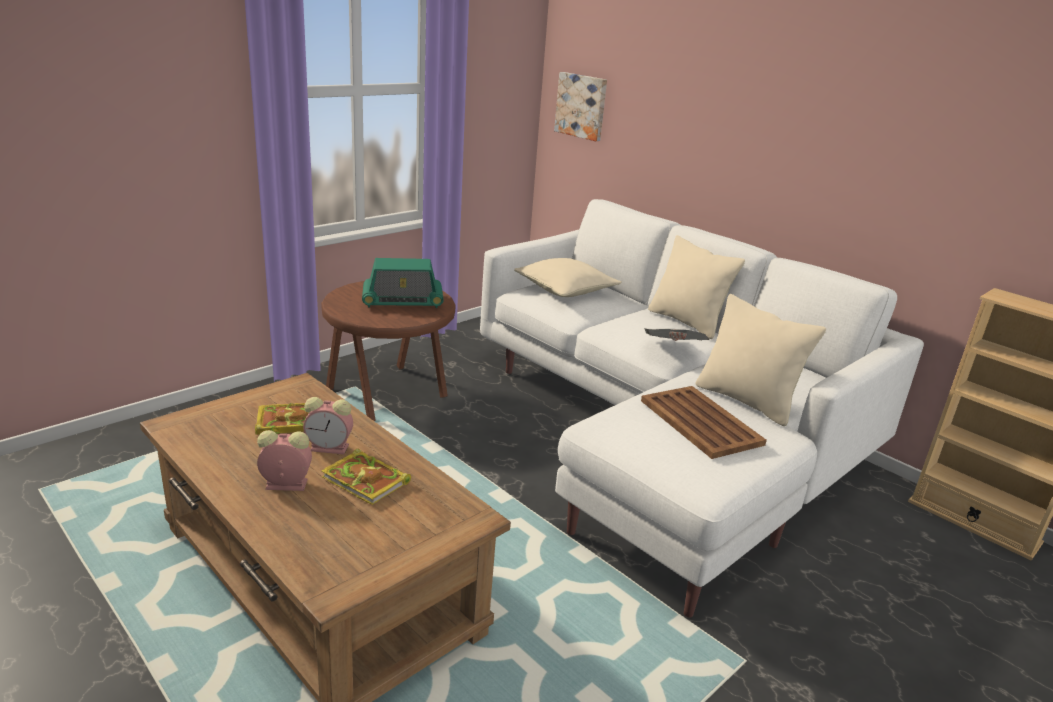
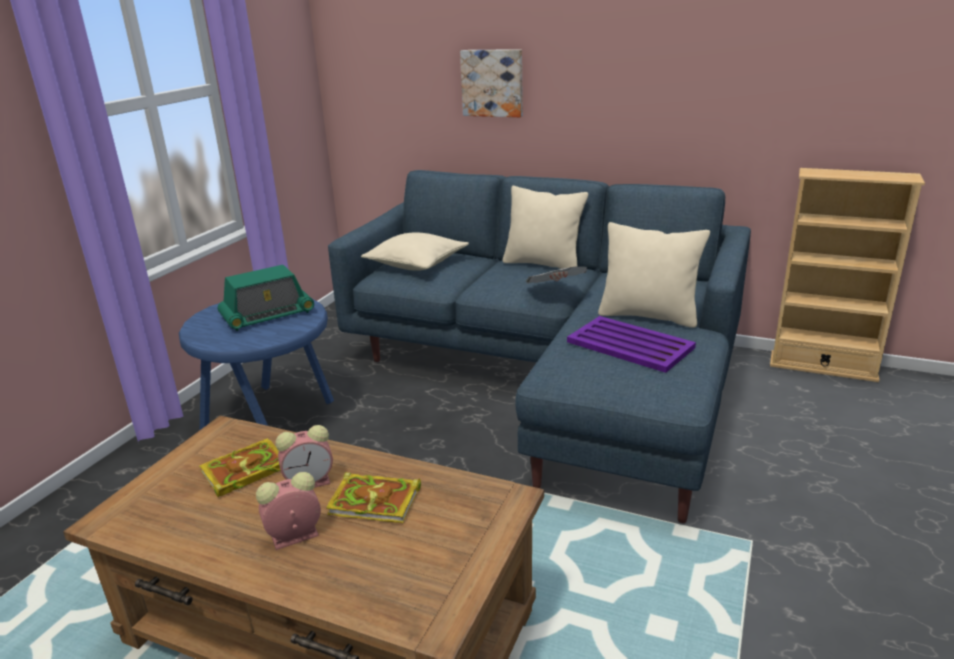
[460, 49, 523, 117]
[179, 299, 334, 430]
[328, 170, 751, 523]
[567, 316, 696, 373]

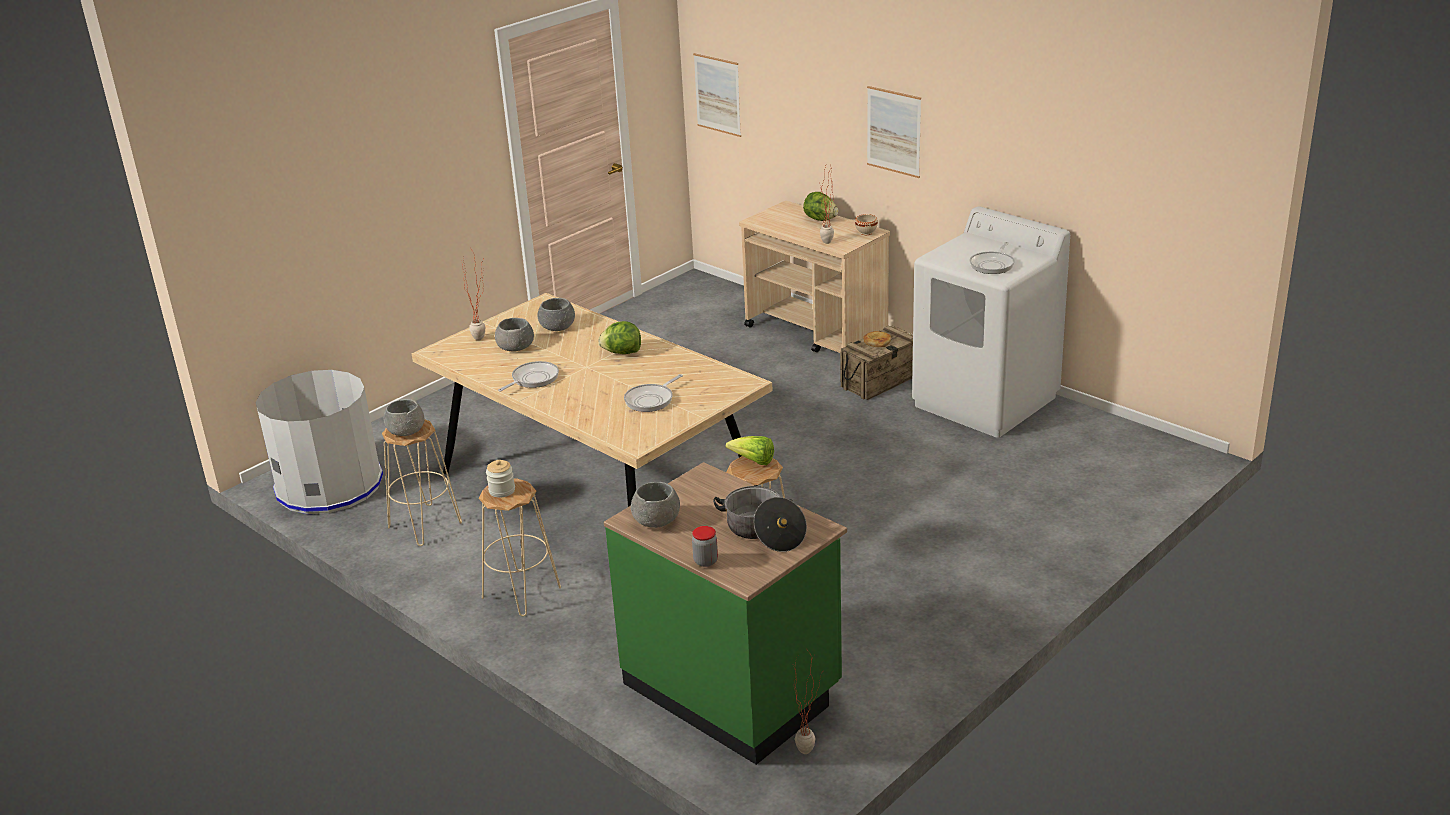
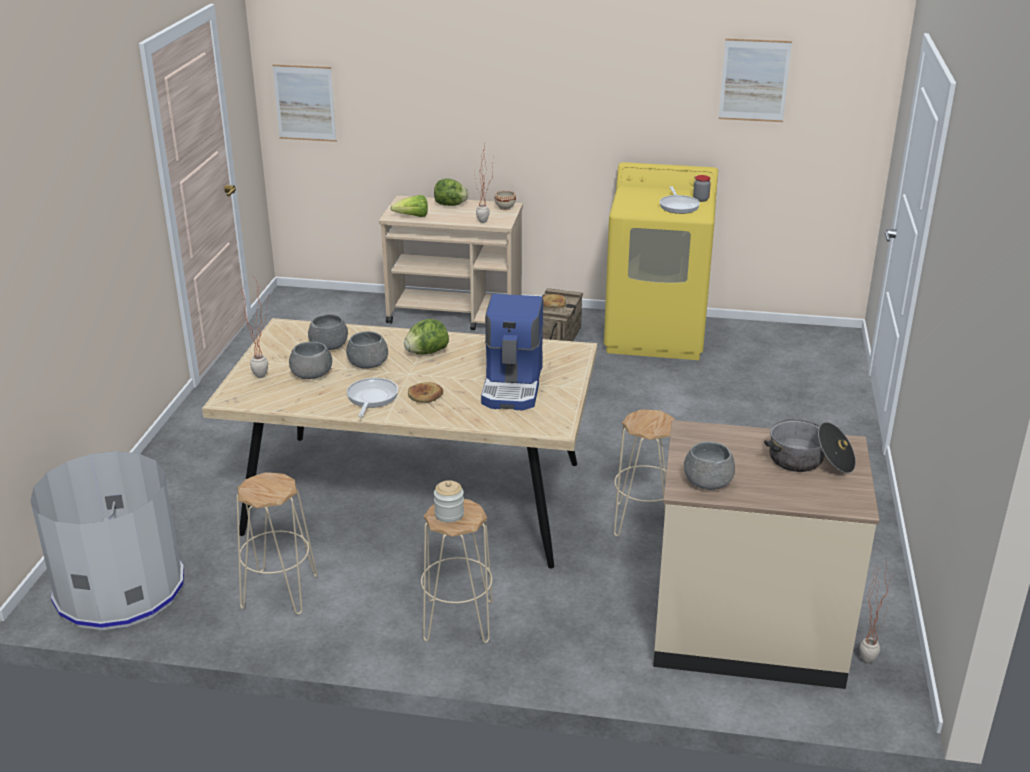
[408, 382, 443, 403]
[346, 331, 388, 369]
[693, 175, 711, 202]
[390, 195, 428, 217]
[719, 38, 792, 122]
[481, 294, 544, 411]
[653, 420, 879, 689]
[604, 162, 718, 360]

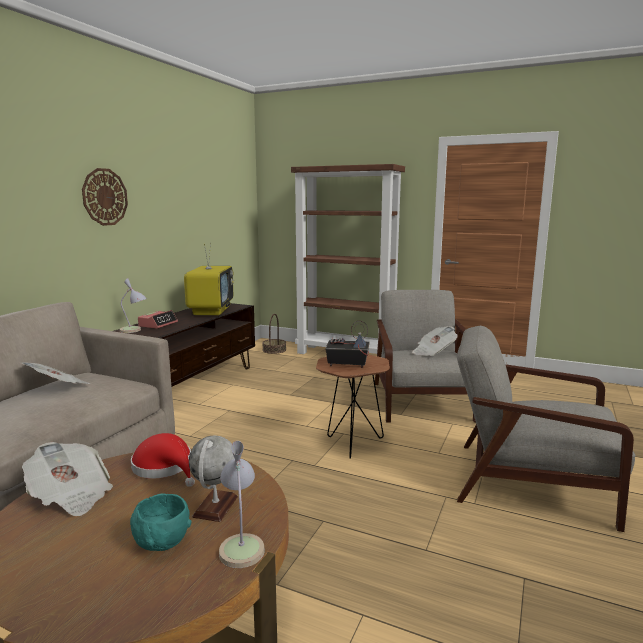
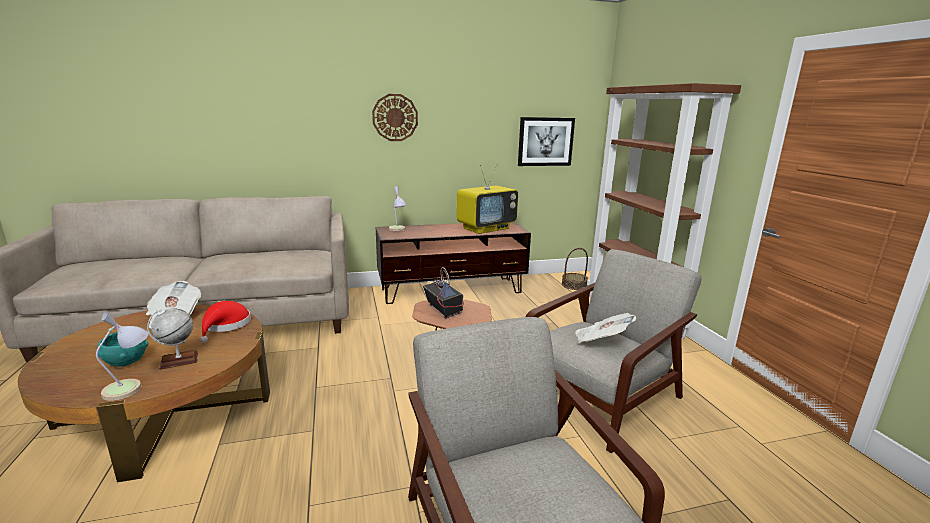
[21, 363, 91, 384] (first image)
[138, 310, 178, 329] (first image)
[518, 117, 575, 166]

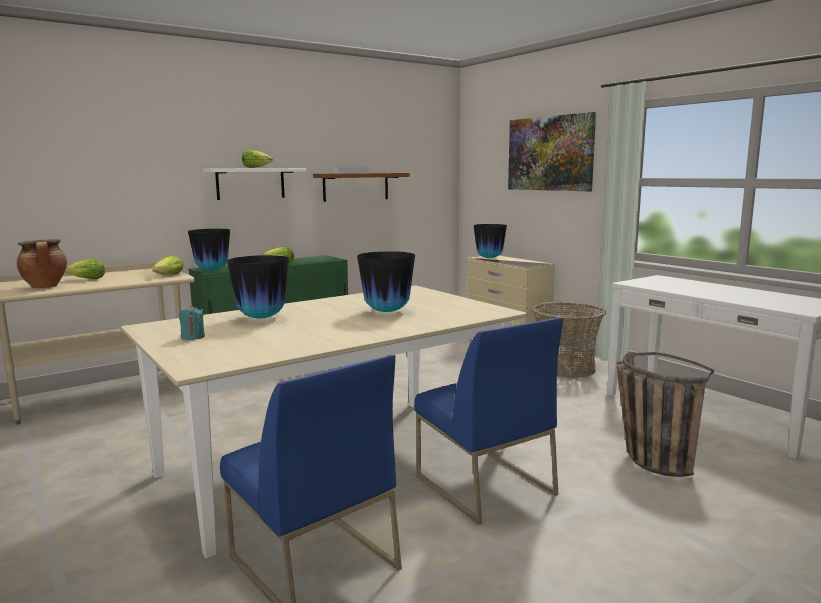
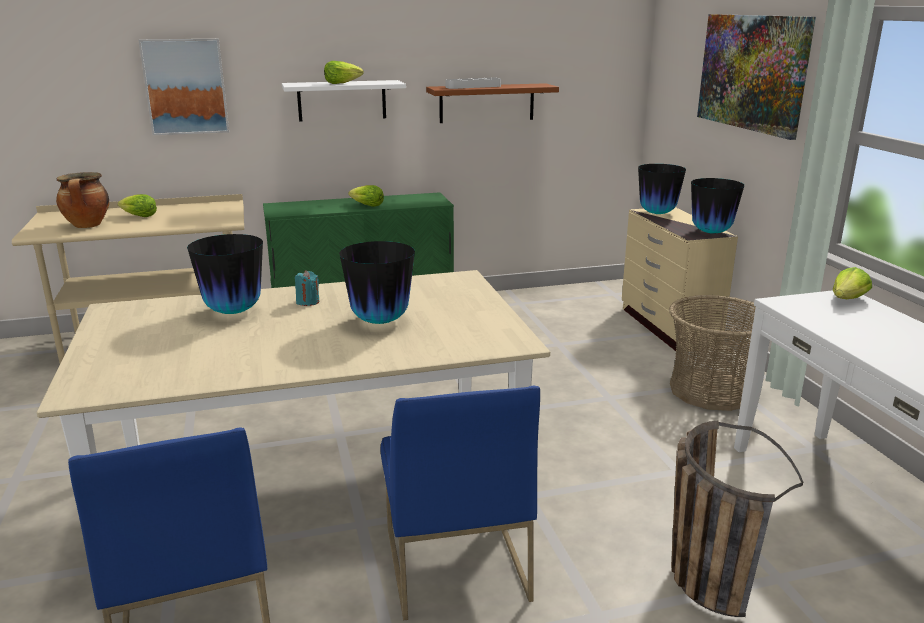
[138, 39, 229, 135]
[833, 267, 872, 299]
[295, 270, 319, 306]
[691, 178, 744, 233]

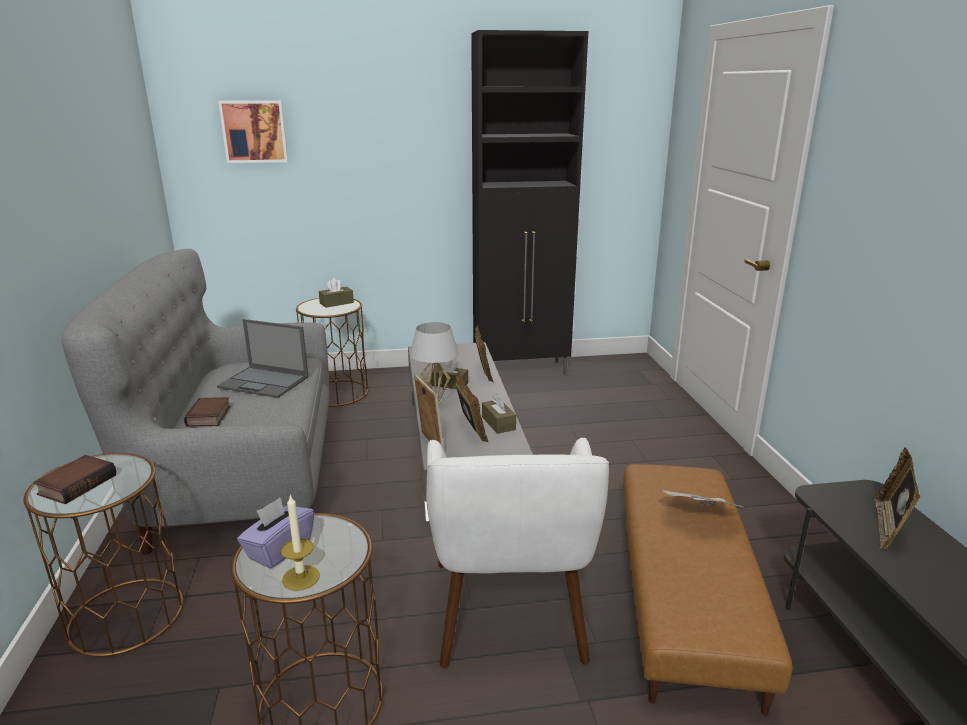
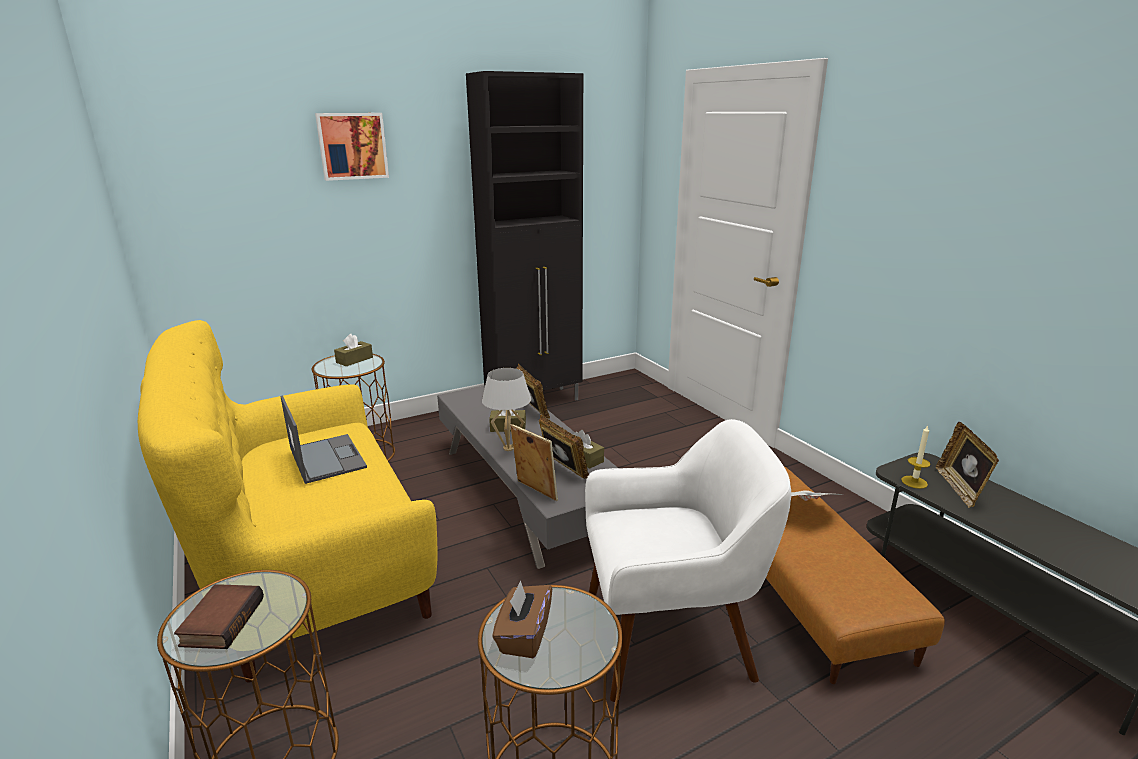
[184, 397, 231, 427] (first image)
[315, 113, 389, 181]
[901, 425, 931, 489]
[138, 320, 437, 683]
[492, 580, 552, 658]
[280, 396, 367, 484]
[585, 419, 791, 702]

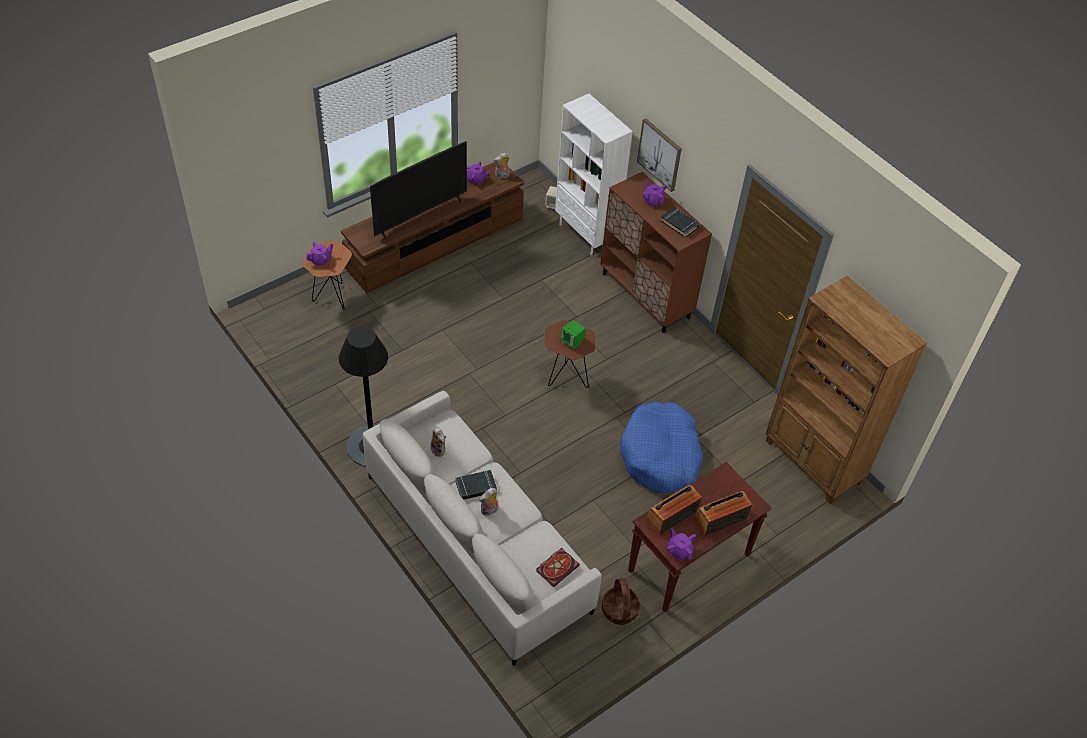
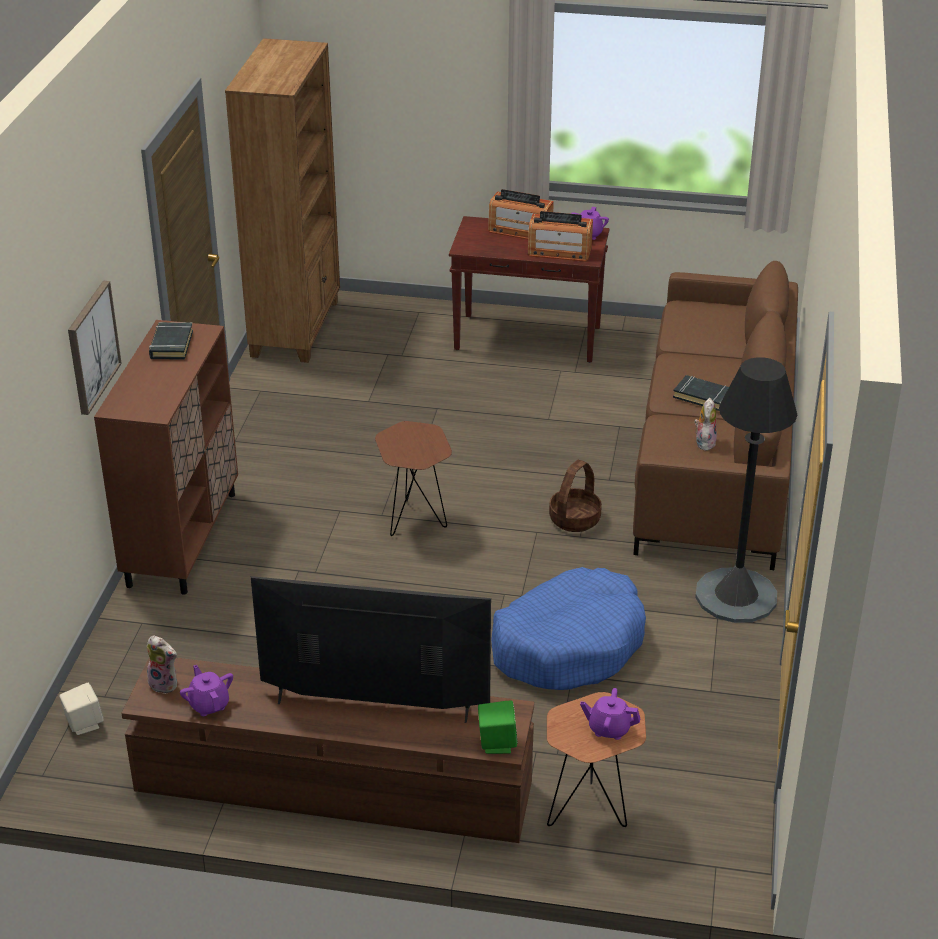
[479, 488, 498, 516] (first image)
[536, 548, 580, 587] (first image)
[555, 94, 633, 256] (first image)
[643, 181, 667, 207] (first image)
[478, 700, 518, 754]
[549, 460, 602, 532]
[491, 567, 646, 690]
[633, 261, 798, 570]

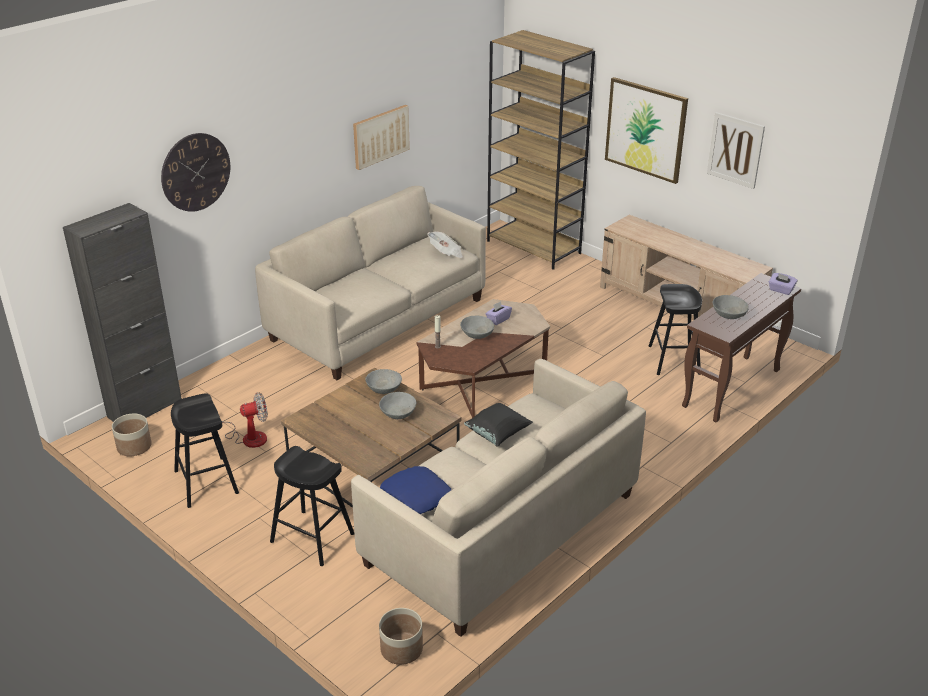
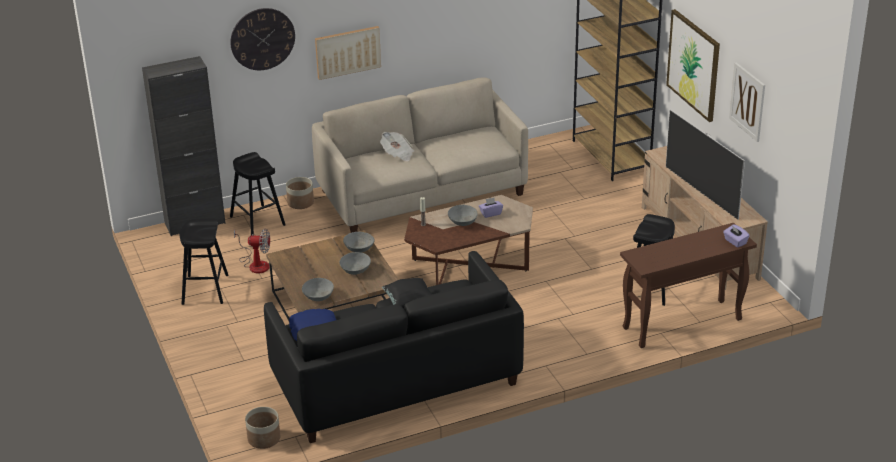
[666, 110, 745, 220]
[286, 177, 314, 209]
[230, 152, 286, 235]
[315, 26, 381, 80]
[380, 132, 415, 162]
[302, 278, 334, 301]
[264, 251, 524, 443]

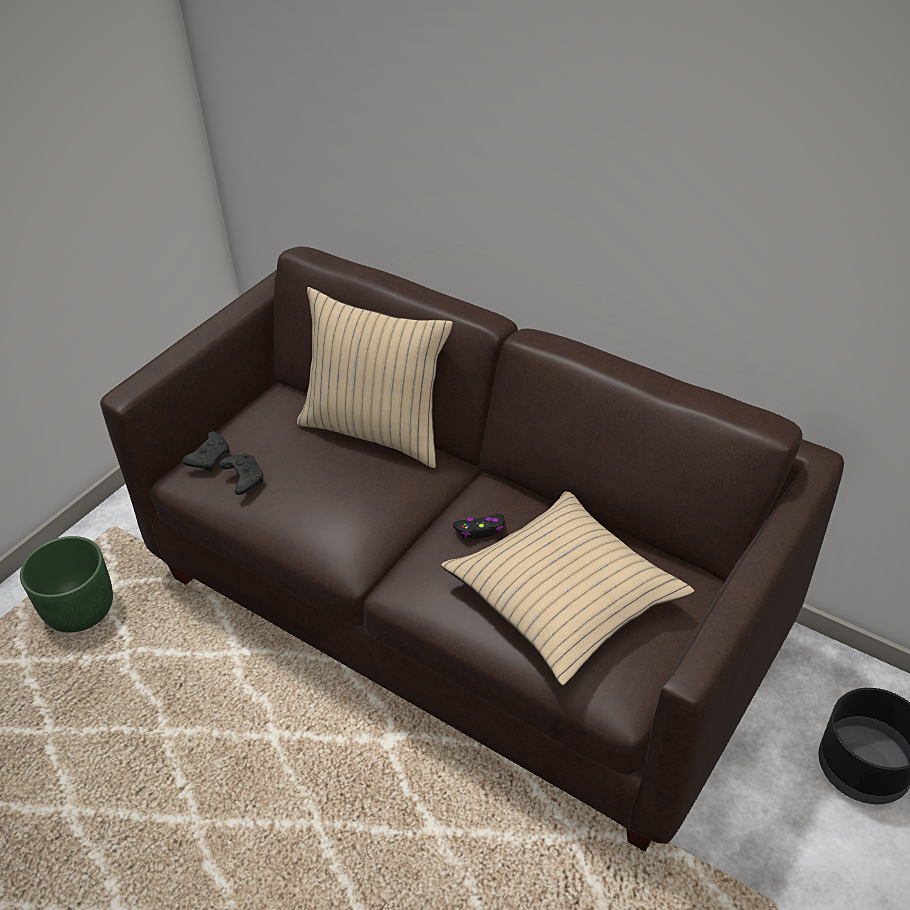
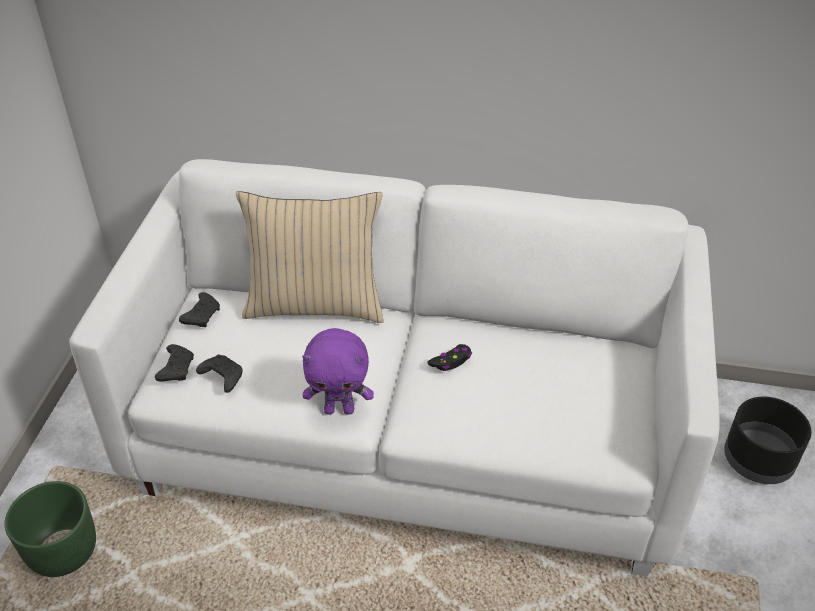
[441, 491, 694, 686] (first image)
[179, 292, 220, 327]
[302, 328, 374, 415]
[69, 159, 720, 577]

